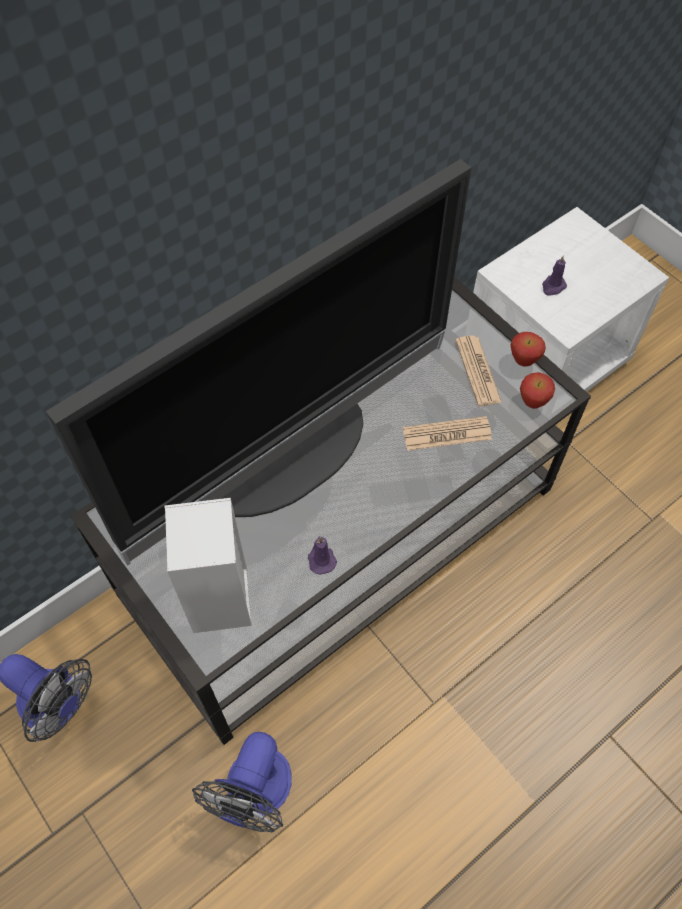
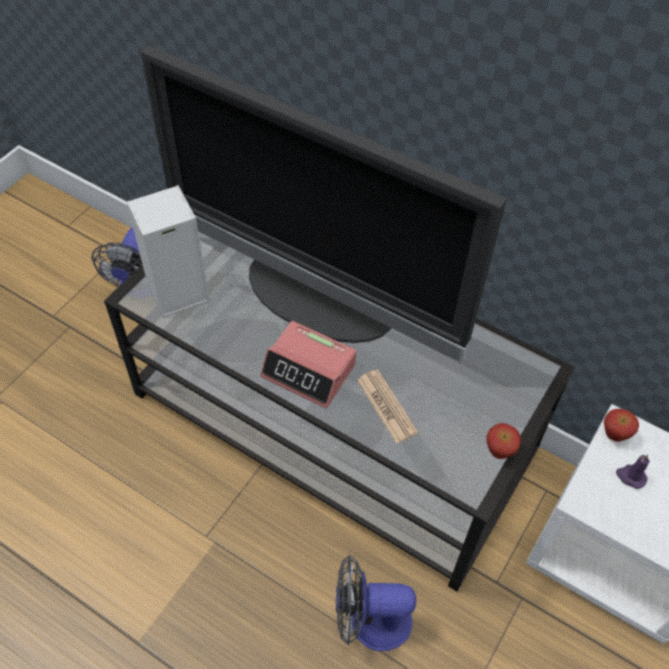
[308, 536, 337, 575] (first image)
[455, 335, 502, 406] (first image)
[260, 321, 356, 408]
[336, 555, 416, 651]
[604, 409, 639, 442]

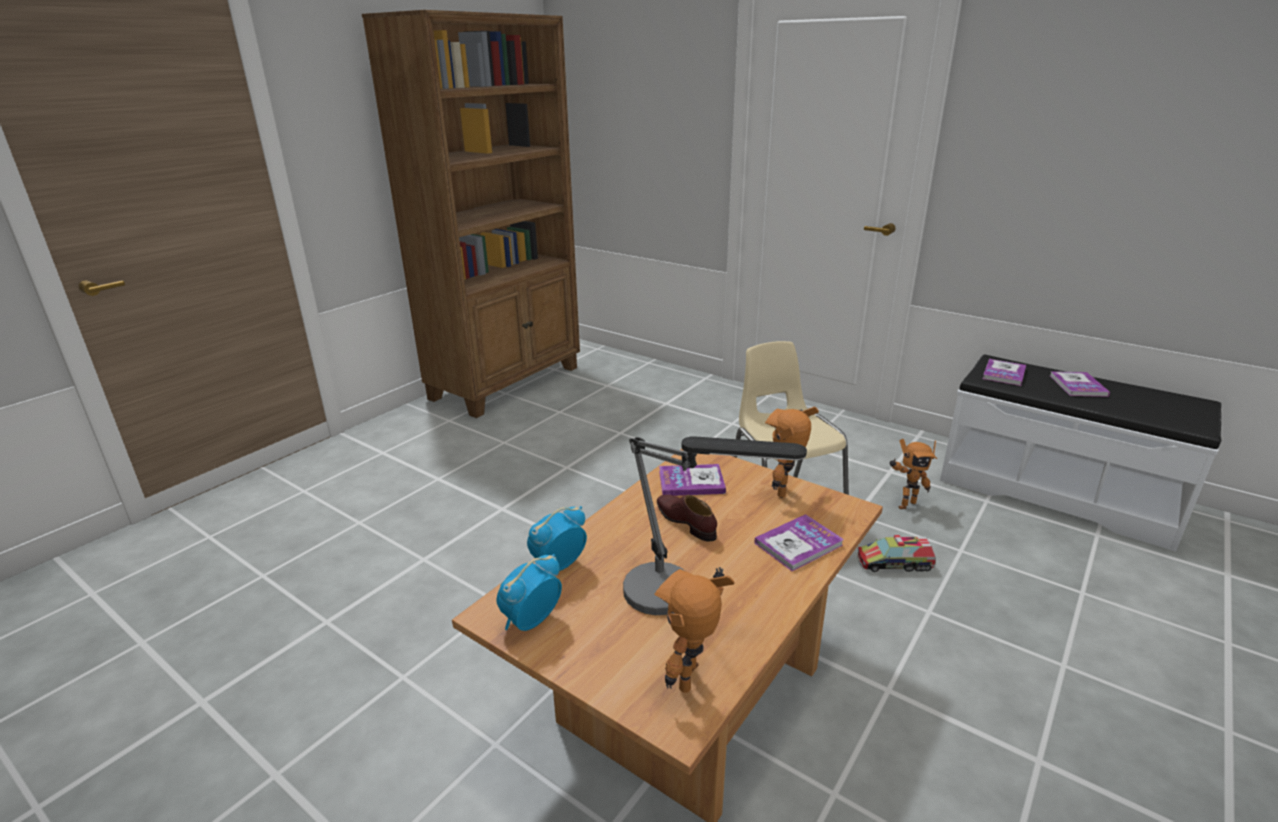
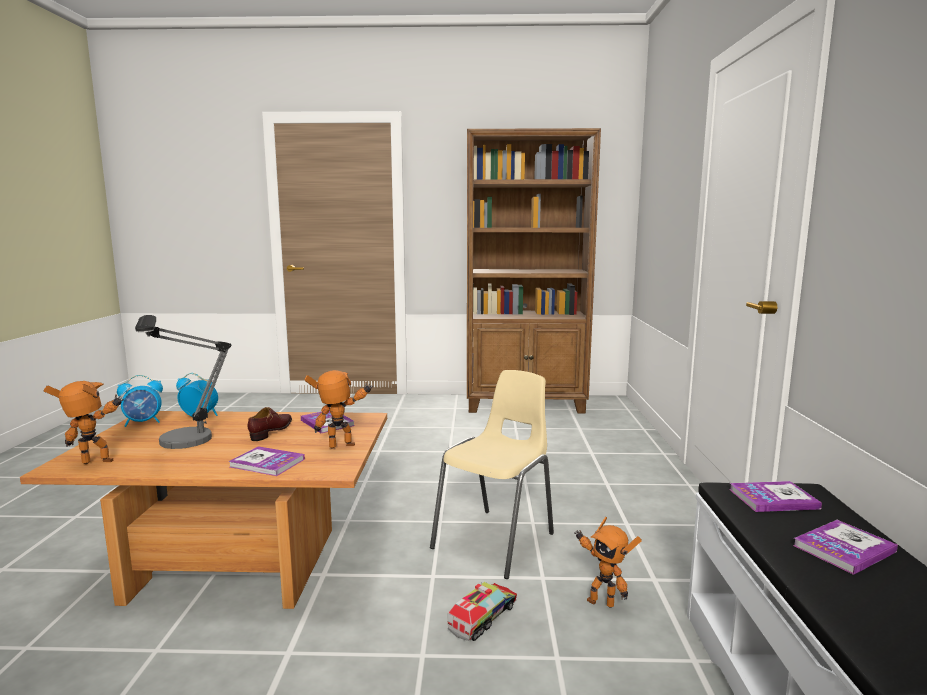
[117, 375, 163, 427]
[447, 582, 517, 641]

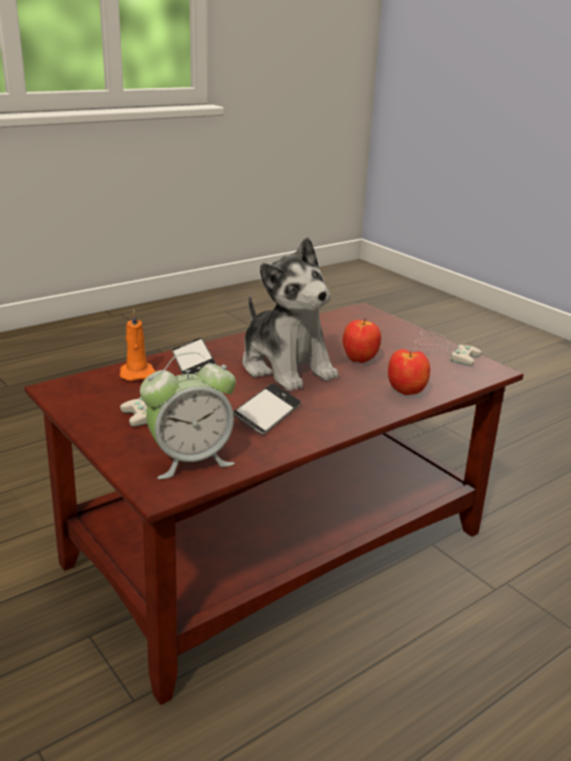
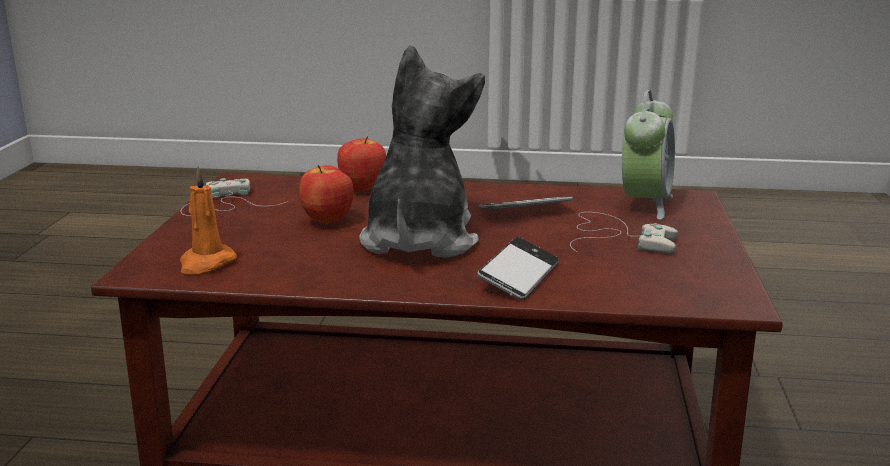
[180, 167, 237, 275]
[622, 90, 675, 220]

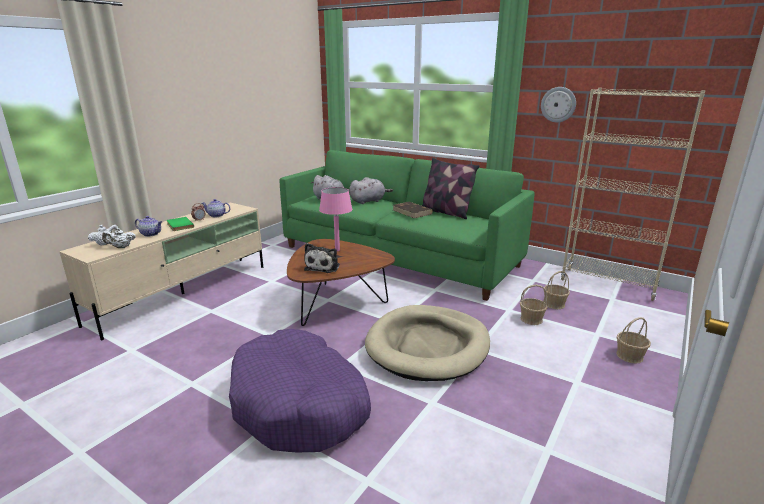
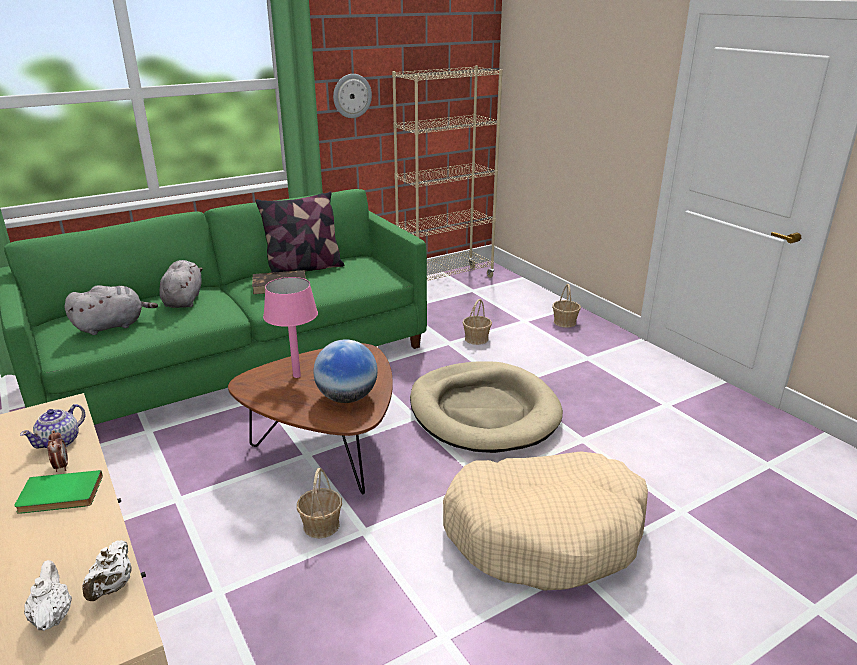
[135, 216, 162, 237] (first image)
[297, 468, 342, 539]
[313, 339, 378, 403]
[443, 451, 648, 591]

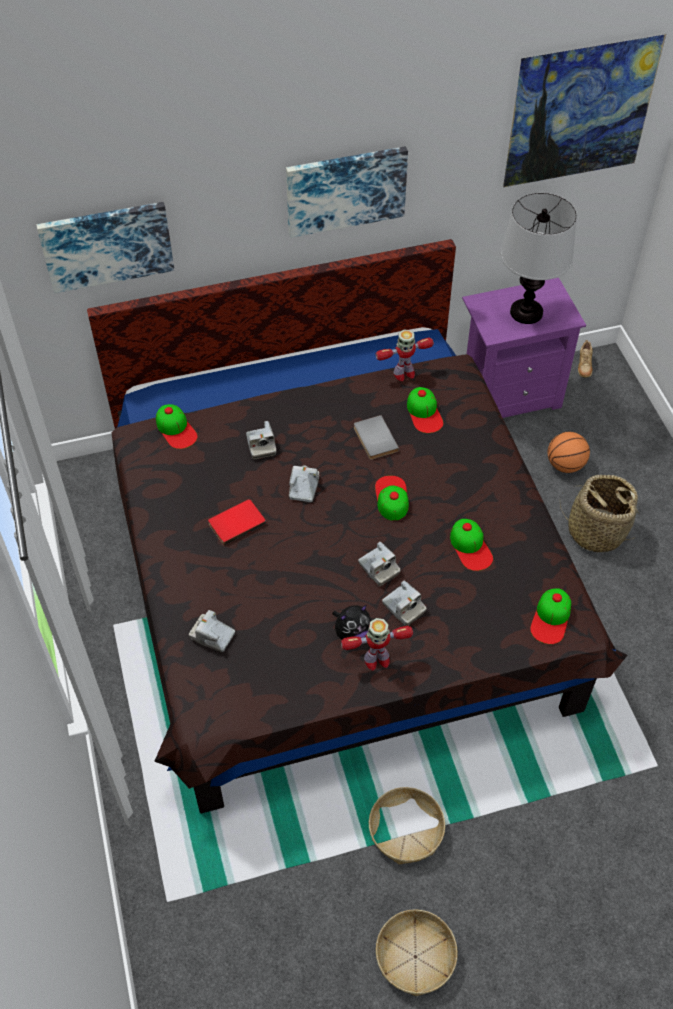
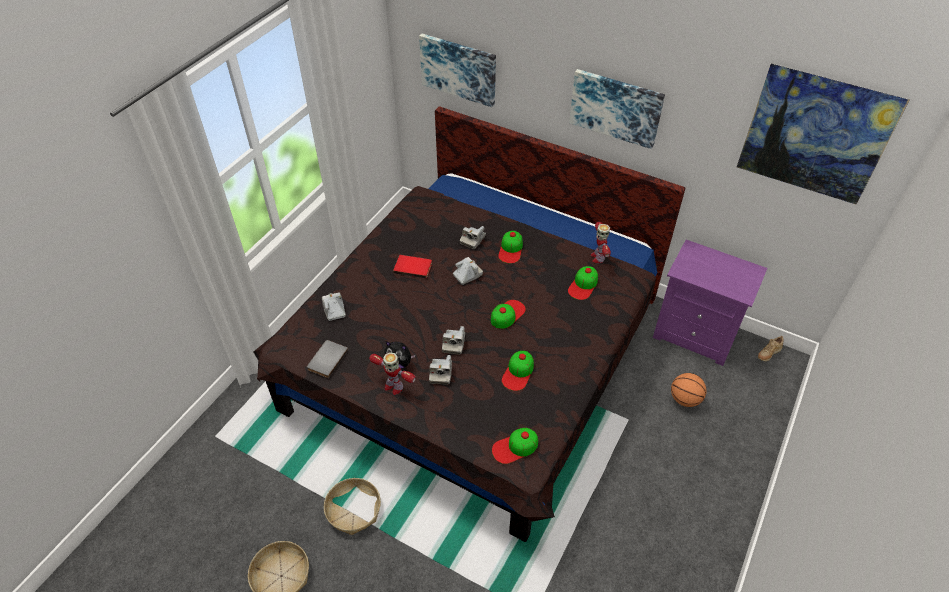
[501, 193, 577, 324] (first image)
[560, 475, 639, 553] (first image)
[498, 231, 523, 263]
[307, 340, 349, 378]
[591, 222, 611, 263]

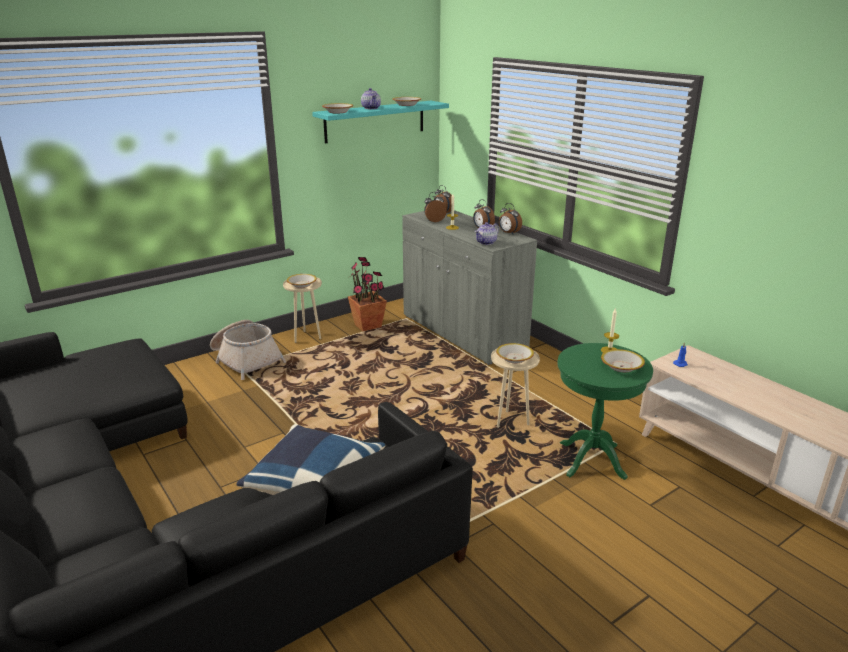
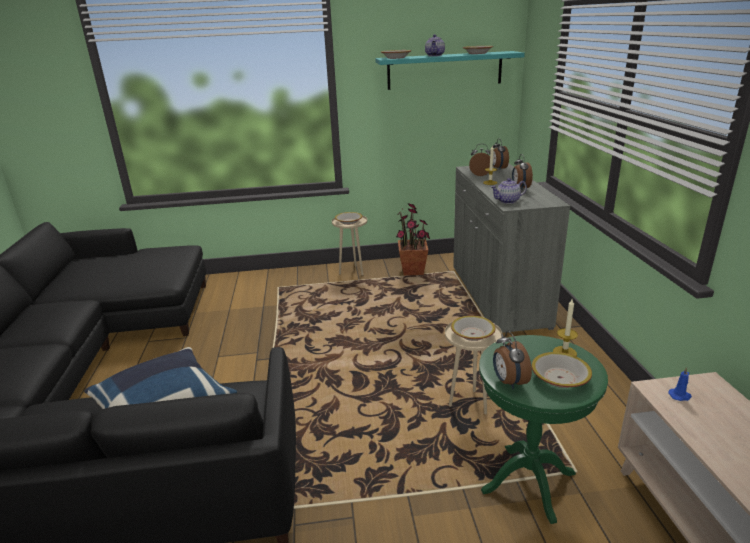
[210, 320, 286, 380] (first image)
[493, 331, 532, 389]

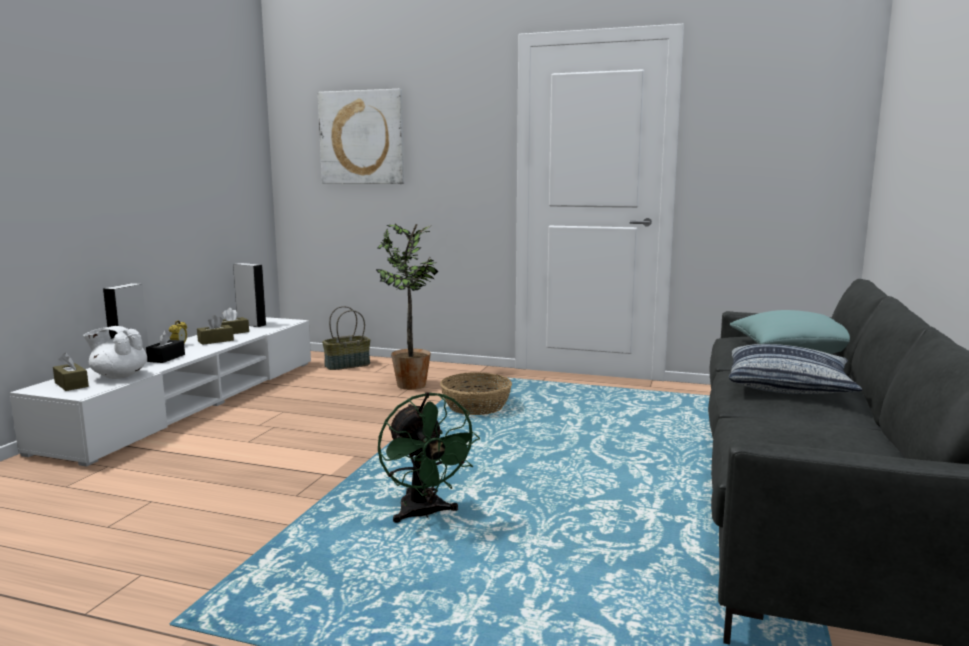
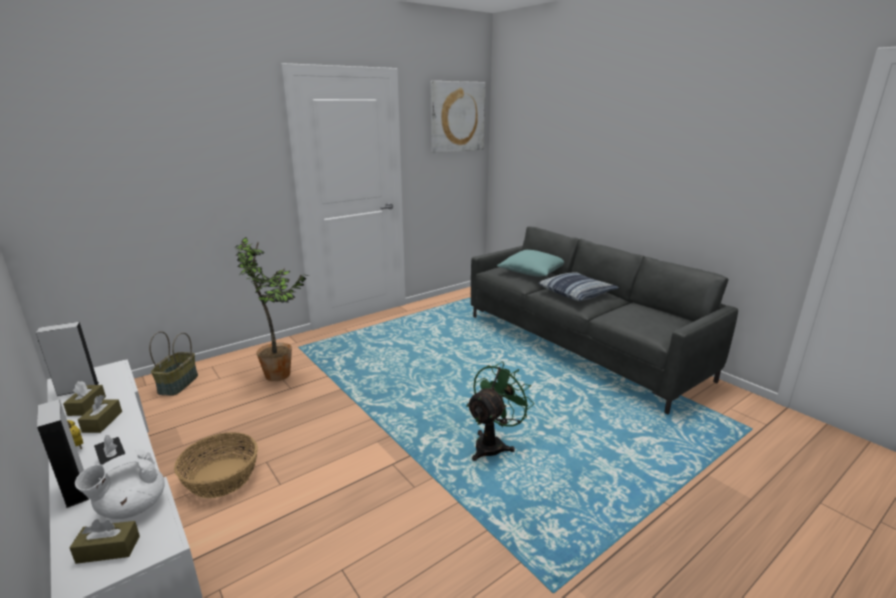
[431, 81, 485, 153]
[174, 432, 258, 498]
[466, 362, 534, 461]

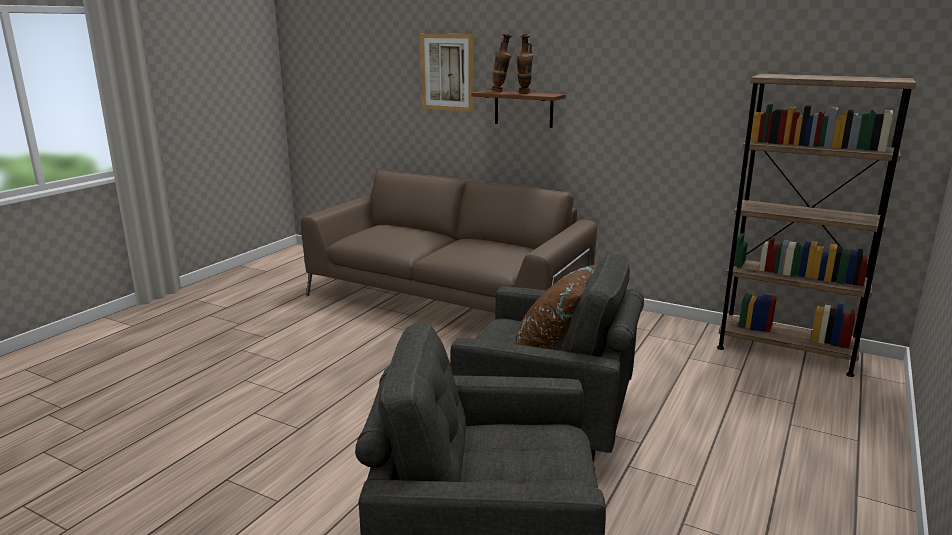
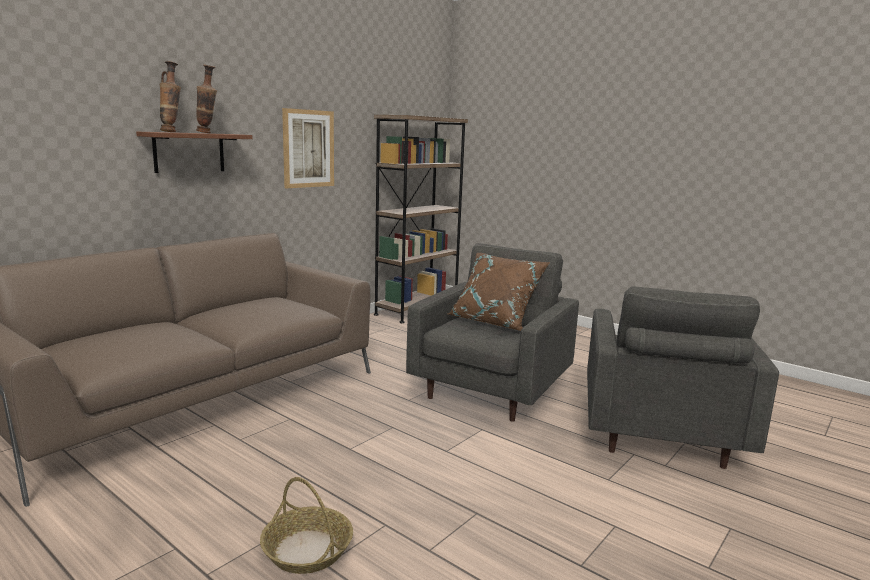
[260, 477, 353, 574]
[282, 108, 334, 188]

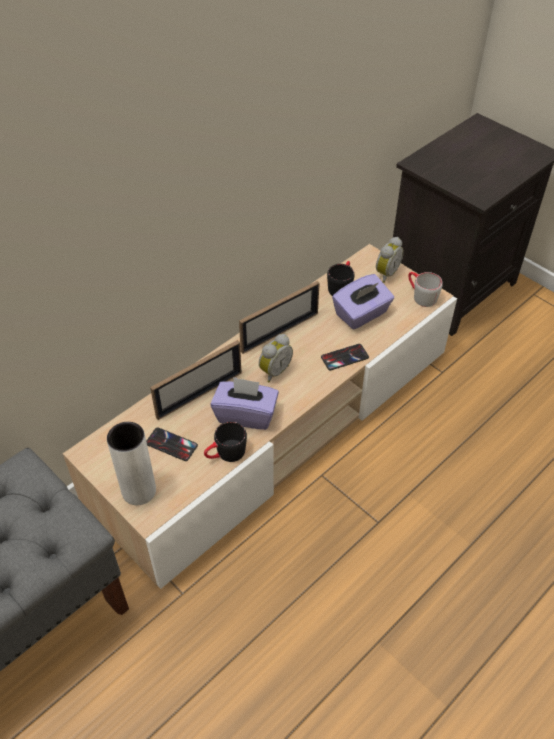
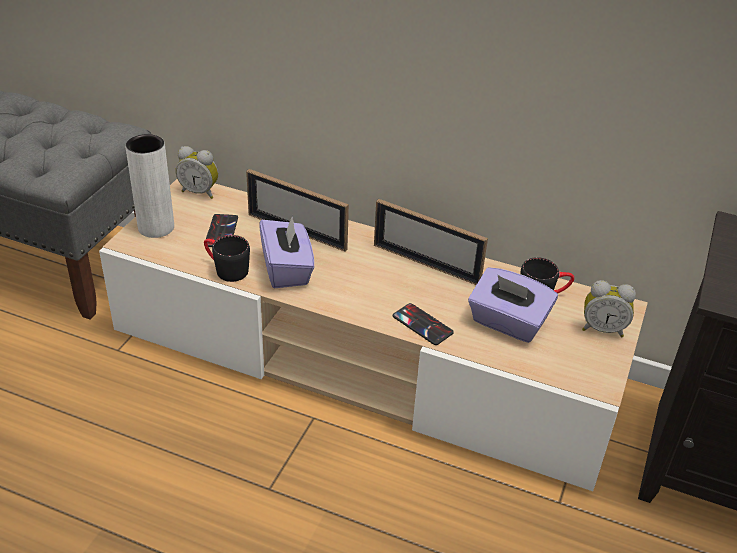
[408, 272, 443, 307] (first image)
[176, 146, 218, 199]

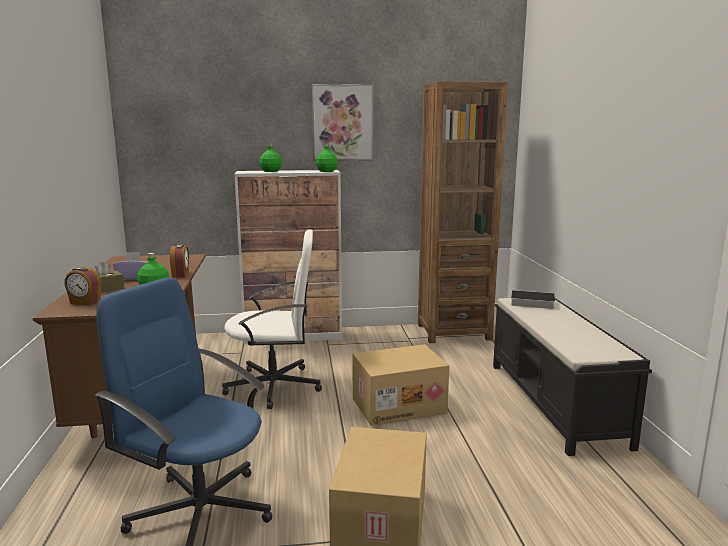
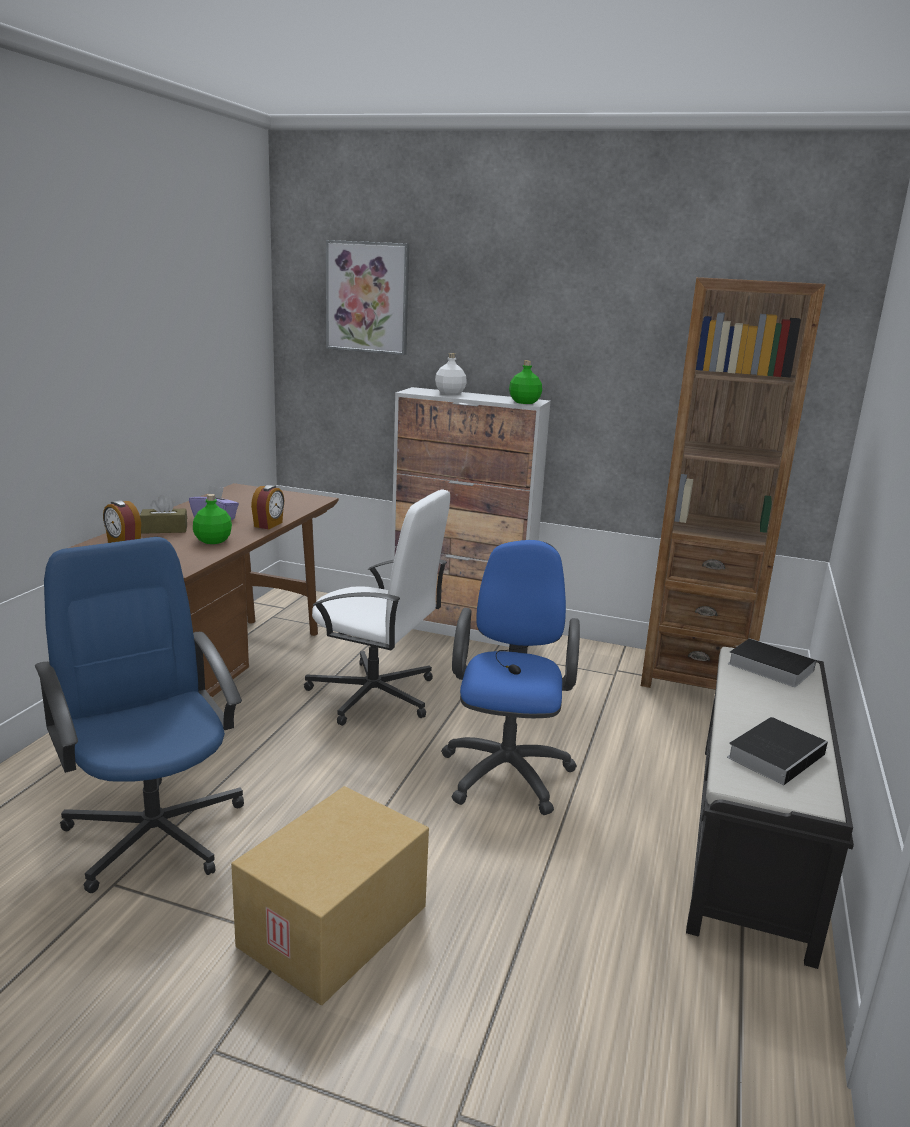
[727, 717, 828, 785]
[326, 240, 409, 355]
[441, 540, 580, 815]
[435, 353, 467, 395]

